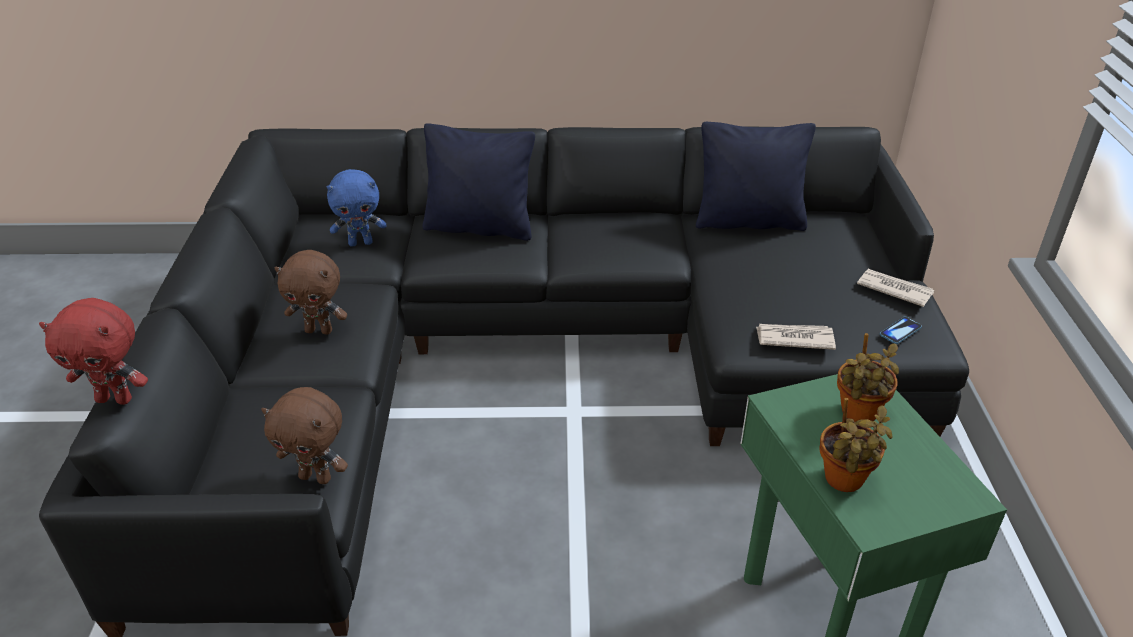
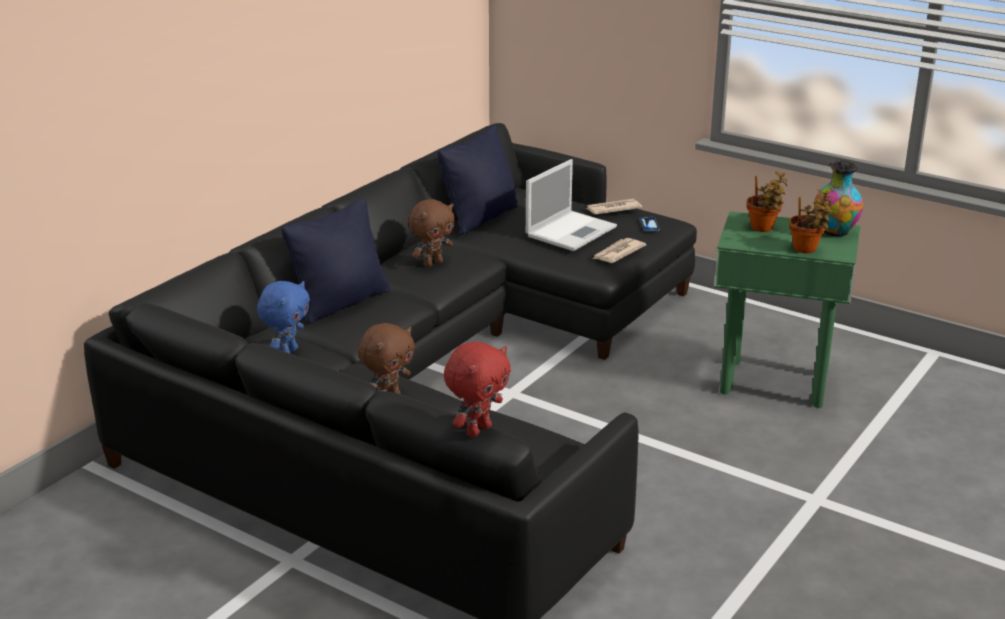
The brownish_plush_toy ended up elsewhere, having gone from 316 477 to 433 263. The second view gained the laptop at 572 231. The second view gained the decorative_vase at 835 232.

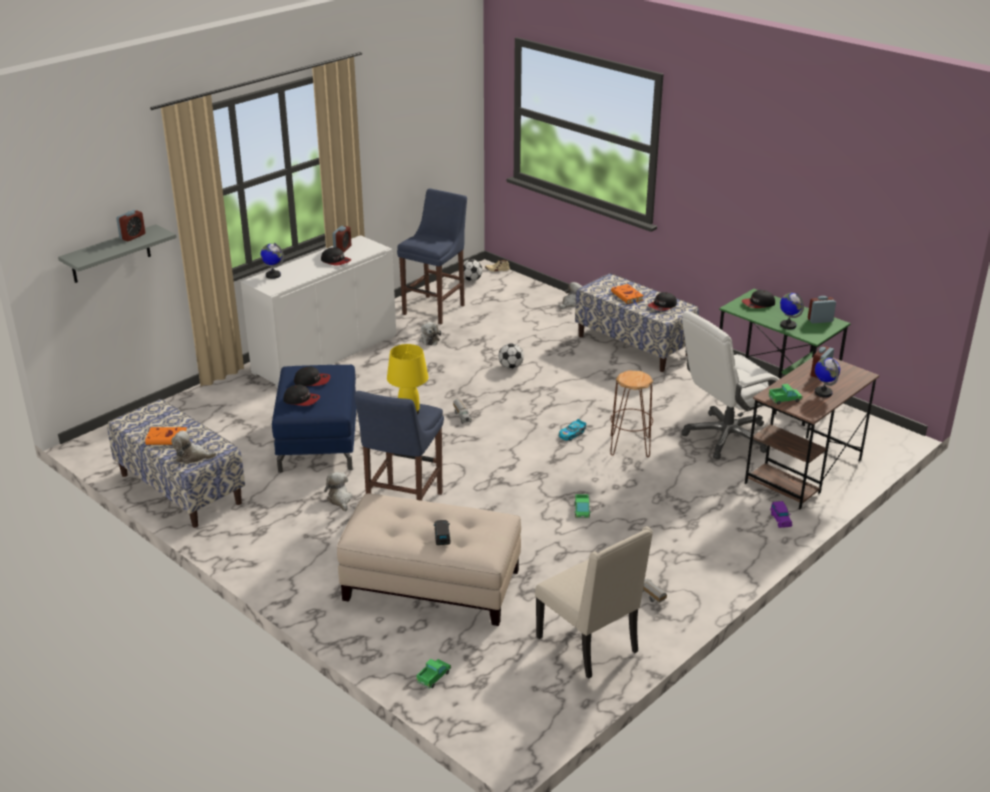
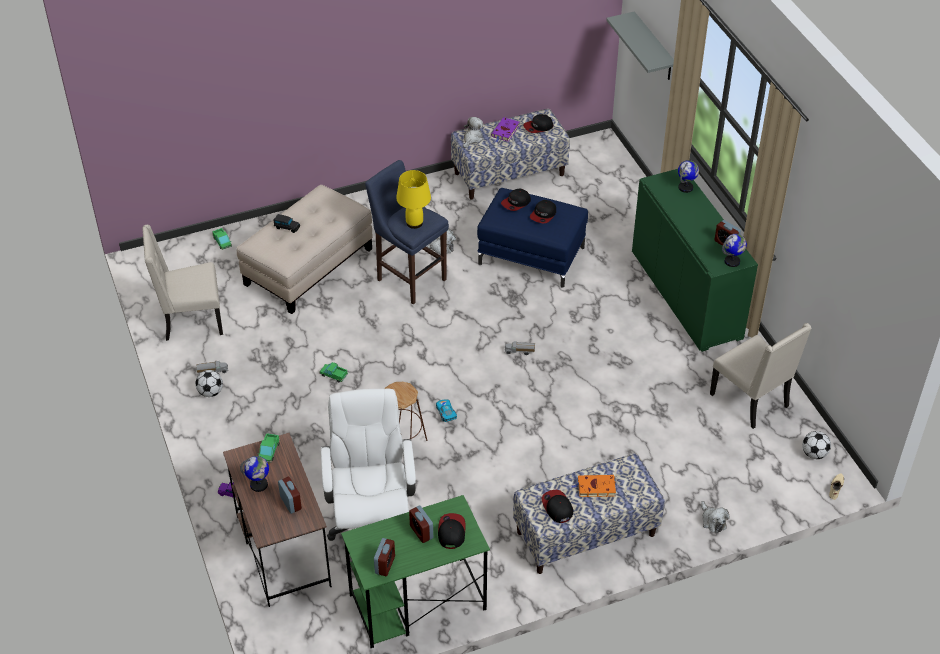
The ball_for_football ended up elsewhere, having gone from 511 367 to 210 392. The bedside_clock ended up elsewhere, having gone from 132 236 to 421 532. What was the orange_book at 168 438 turned into the purplish_book at 505 132. The peaked_cap ended up elsewhere, having gone from 336 261 to 538 127. What was the whitish_cupboard at 325 354 turned into the green_cupboard at 686 295. Where the blue_stool stood at 436 308, the beige-coloured_plain_chair came to stand at 751 401. The desk_globe ended up elsewhere, having gone from 788 325 to 732 261. The second view lost the plush_toy at 429 339.

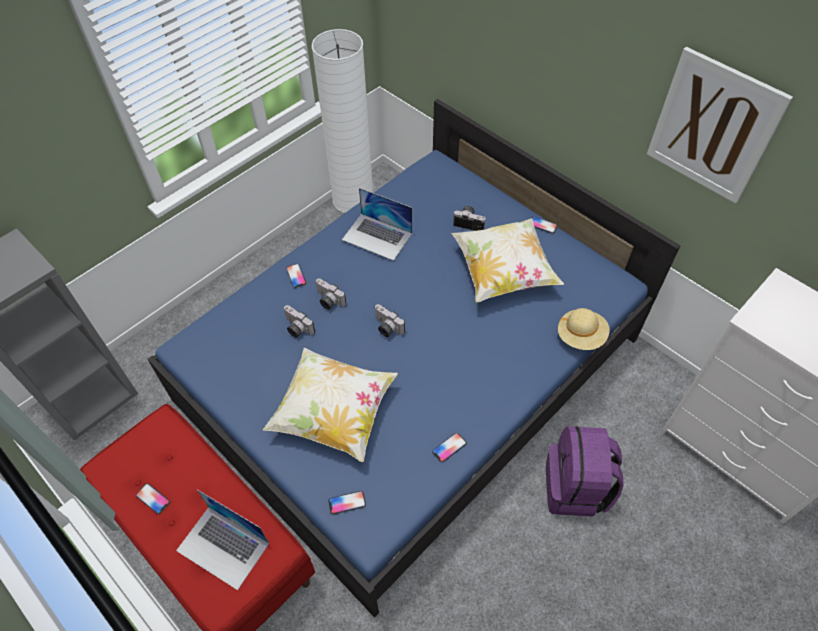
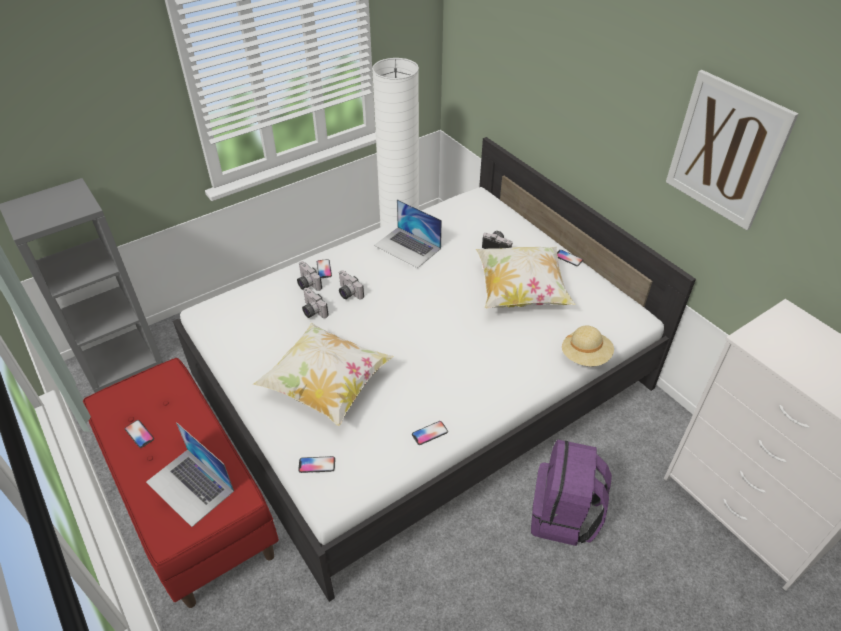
What was the blue_bed at 410 369 turned into the whitish_bed at 420 380. The photo_camera ended up elsewhere, having gone from 386 327 to 306 284.

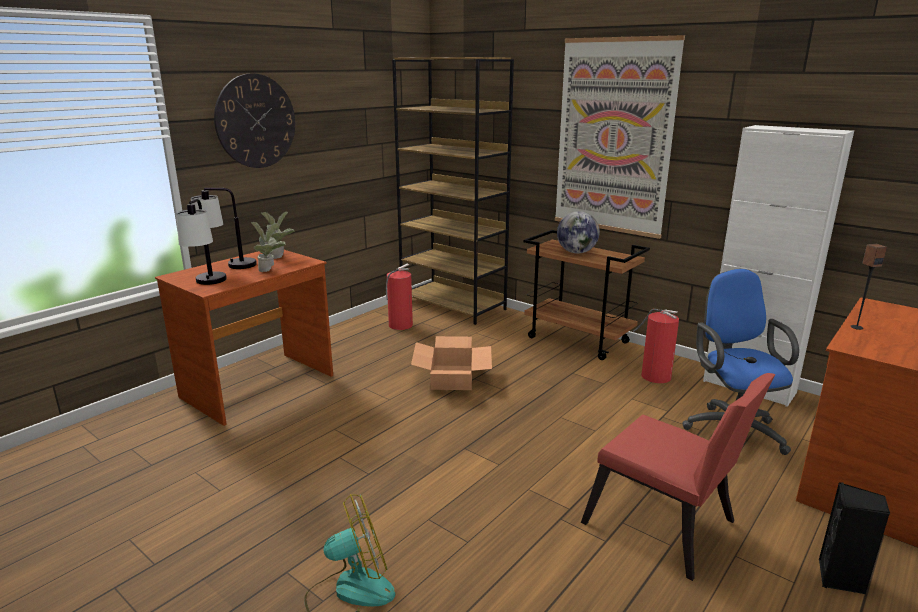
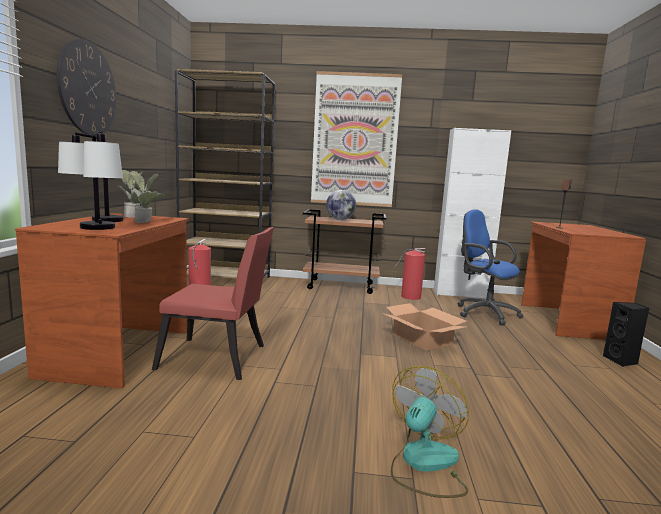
The reddish_plain_chair ended up elsewhere, having gone from 665 528 to 218 359. The packing_box ended up elsewhere, having gone from 452 377 to 422 339.

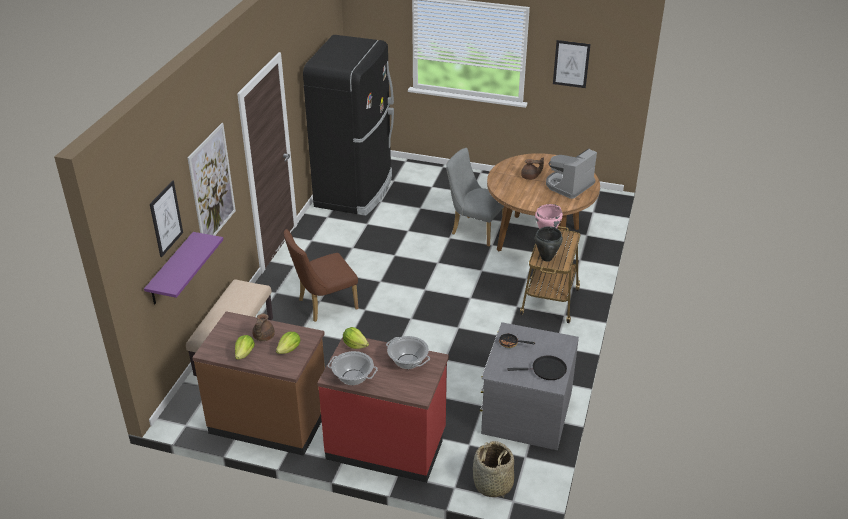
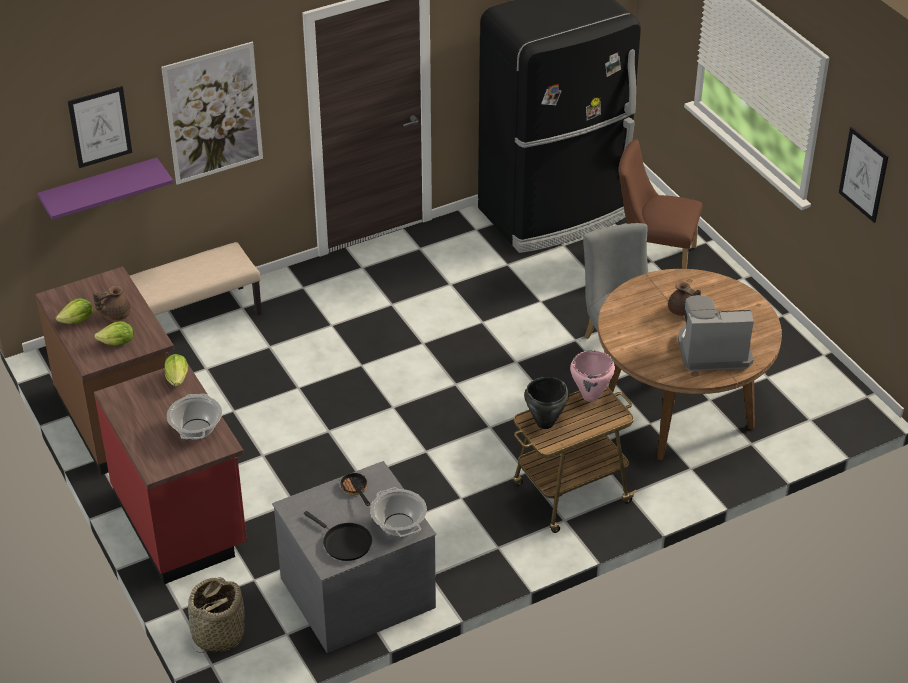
The saucepot ended up elsewhere, having gone from 352 377 to 398 524. The brownish_plain_chair ended up elsewhere, having gone from 323 305 to 653 257.

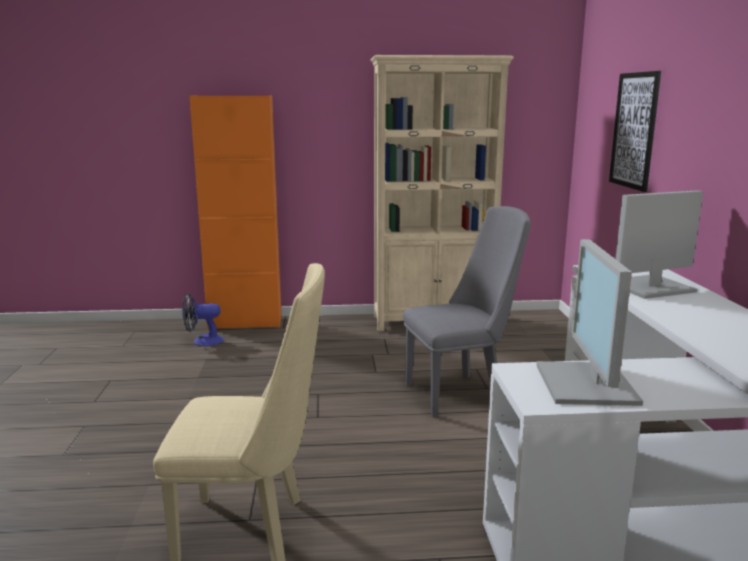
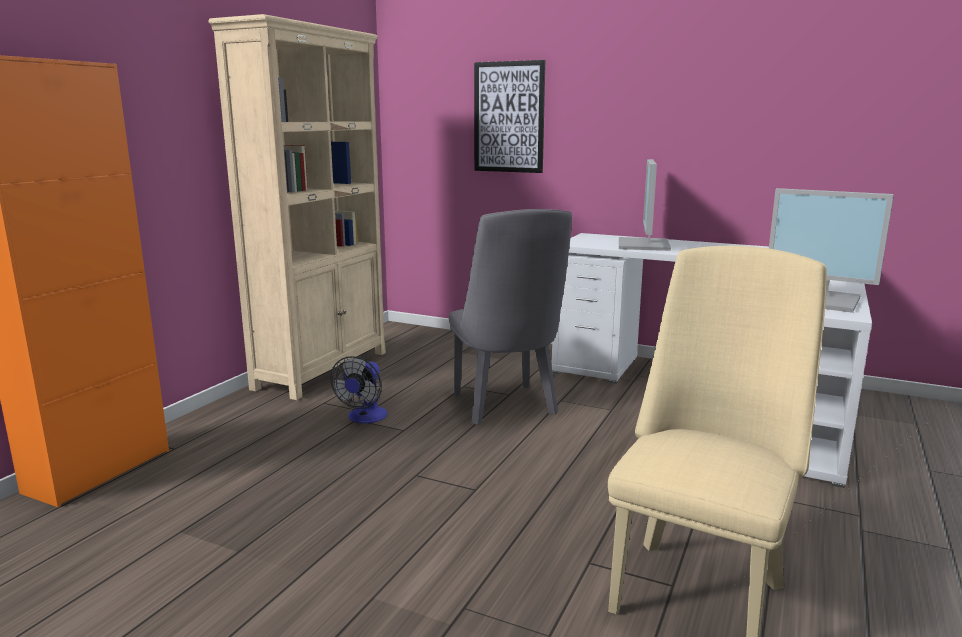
The electric_fan ended up elsewhere, having gone from 202 341 to 364 418. The grey_plain_chair at 460 394 ended up facing another way, 150 degrees clockwise from before.

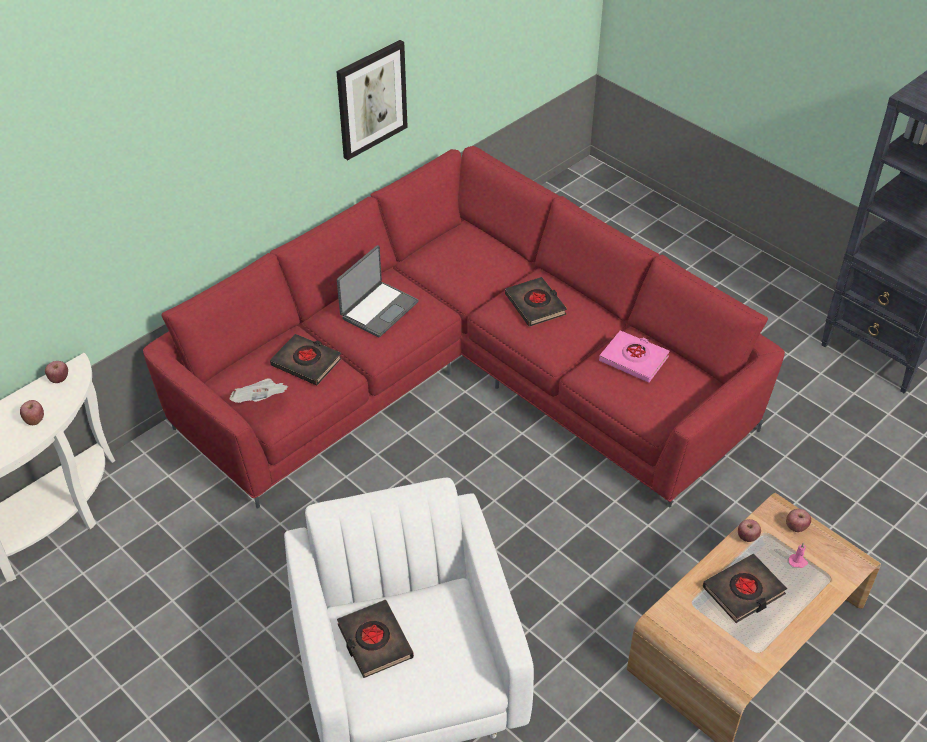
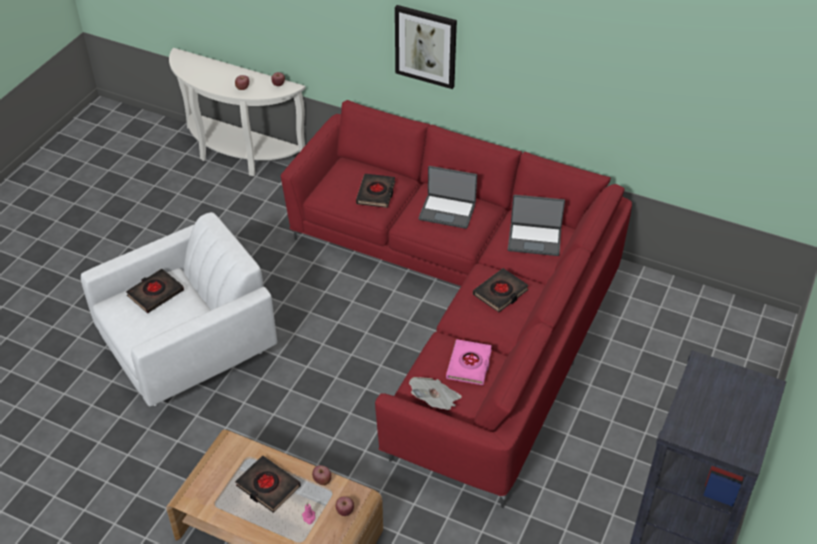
The picture ended up elsewhere, having gone from 371 99 to 426 46. The daily_paper ended up elsewhere, having gone from 261 401 to 435 401. The second view gained the laptop at 534 239.

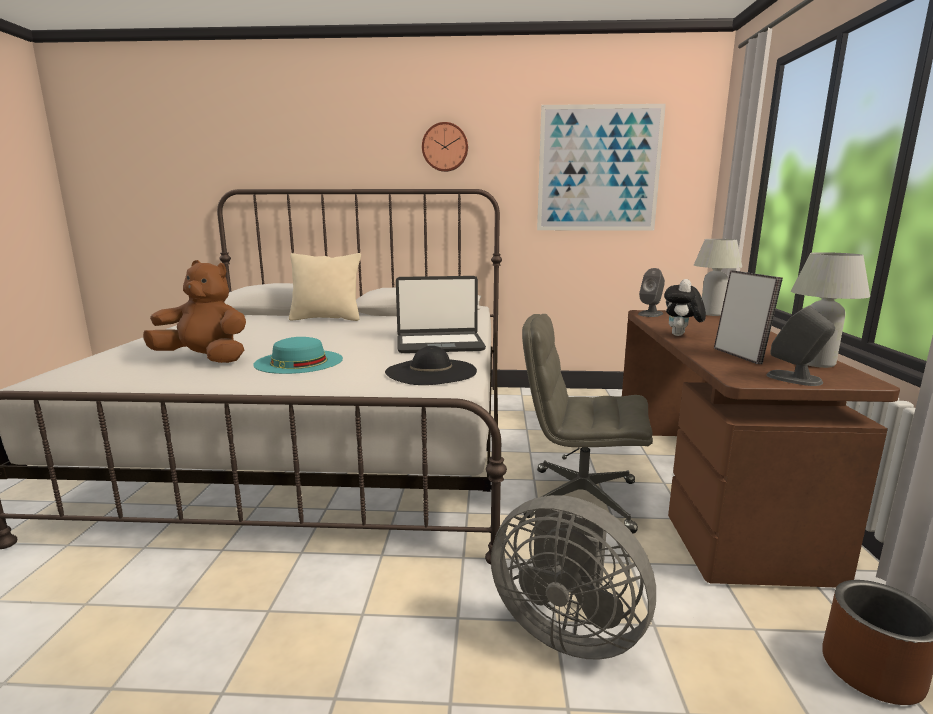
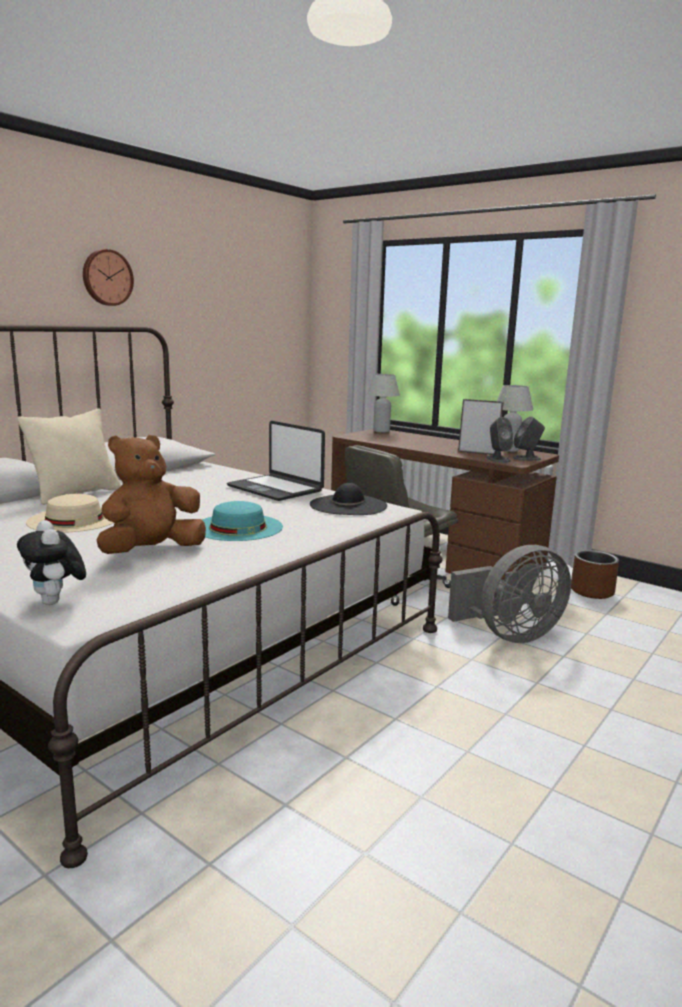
The plush_toy ended up elsewhere, having gone from 681 335 to 56 602. The second view gained the beige-coloured_hat at 74 519. The laptop at 439 344 ended up facing another way, 105 degrees clockwise from before. The grey_speaker ended up elsewhere, having gone from 650 314 to 498 459. The second view lost the picture at 598 169.

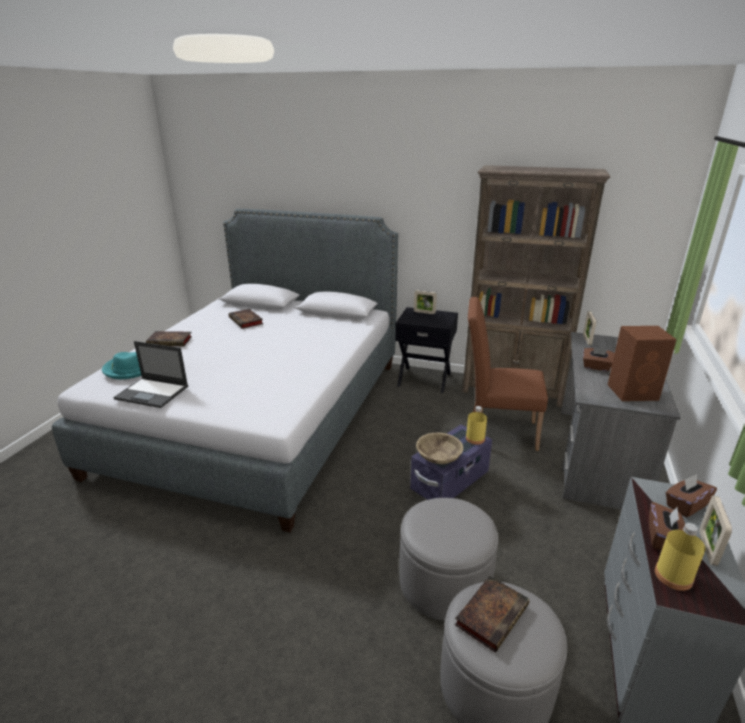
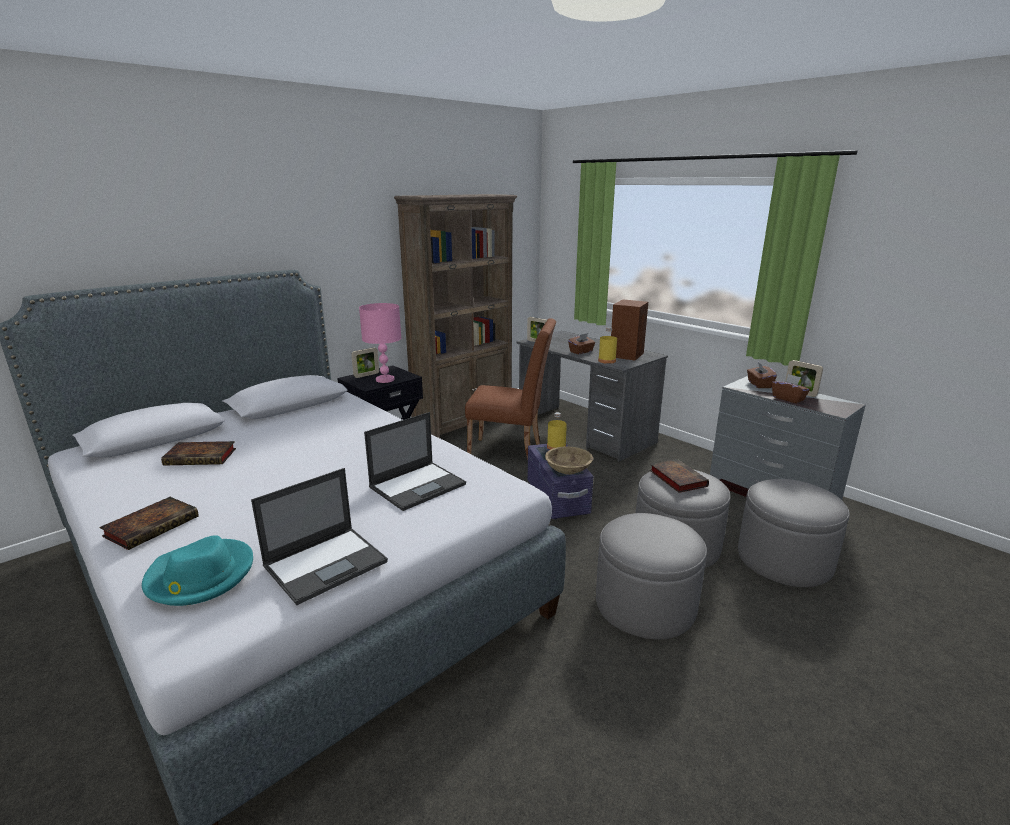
The second view gained the pinkish_lamp_for_a_table at 385 380. The second view gained the laptop at 418 485. The brownish_plain_chair at 496 430 ended up facing another way, 120 degrees counterclockwise from before. The second view gained the grey_footrest at 645 604. The yellow-coloured_bottle ended up elsewhere, having gone from 673 576 to 607 361. The book ended up elsewhere, having gone from 492 614 to 676 478.

